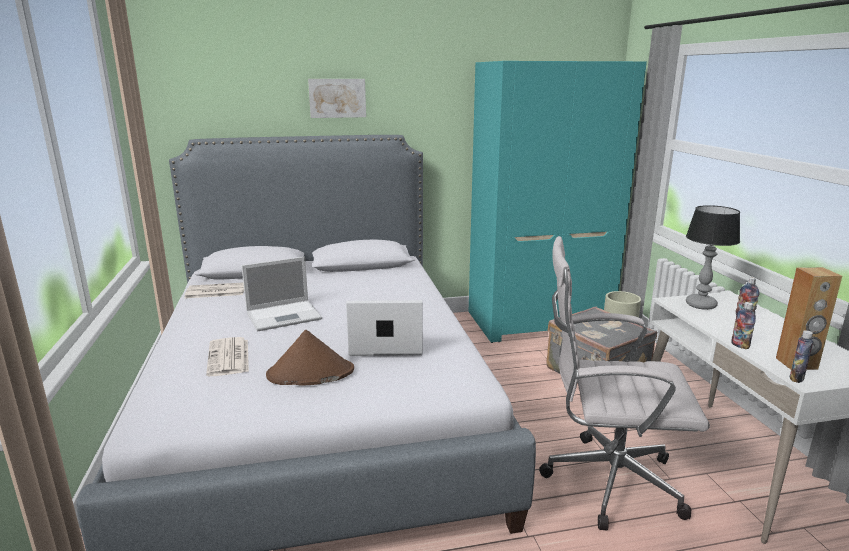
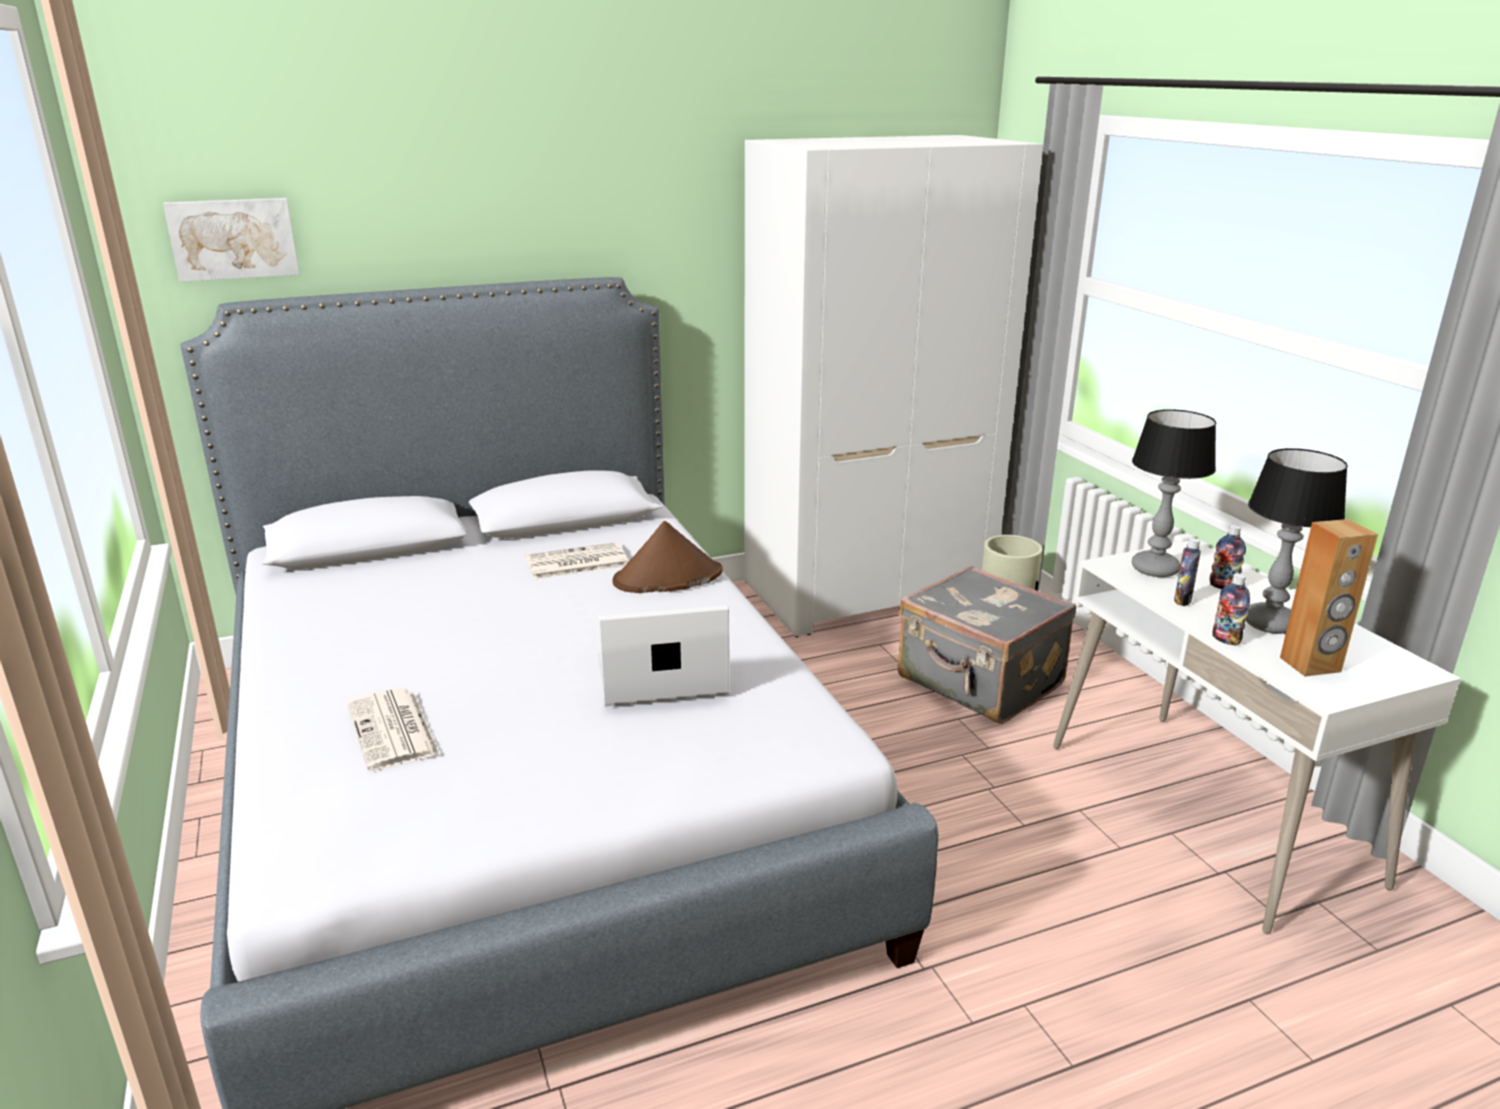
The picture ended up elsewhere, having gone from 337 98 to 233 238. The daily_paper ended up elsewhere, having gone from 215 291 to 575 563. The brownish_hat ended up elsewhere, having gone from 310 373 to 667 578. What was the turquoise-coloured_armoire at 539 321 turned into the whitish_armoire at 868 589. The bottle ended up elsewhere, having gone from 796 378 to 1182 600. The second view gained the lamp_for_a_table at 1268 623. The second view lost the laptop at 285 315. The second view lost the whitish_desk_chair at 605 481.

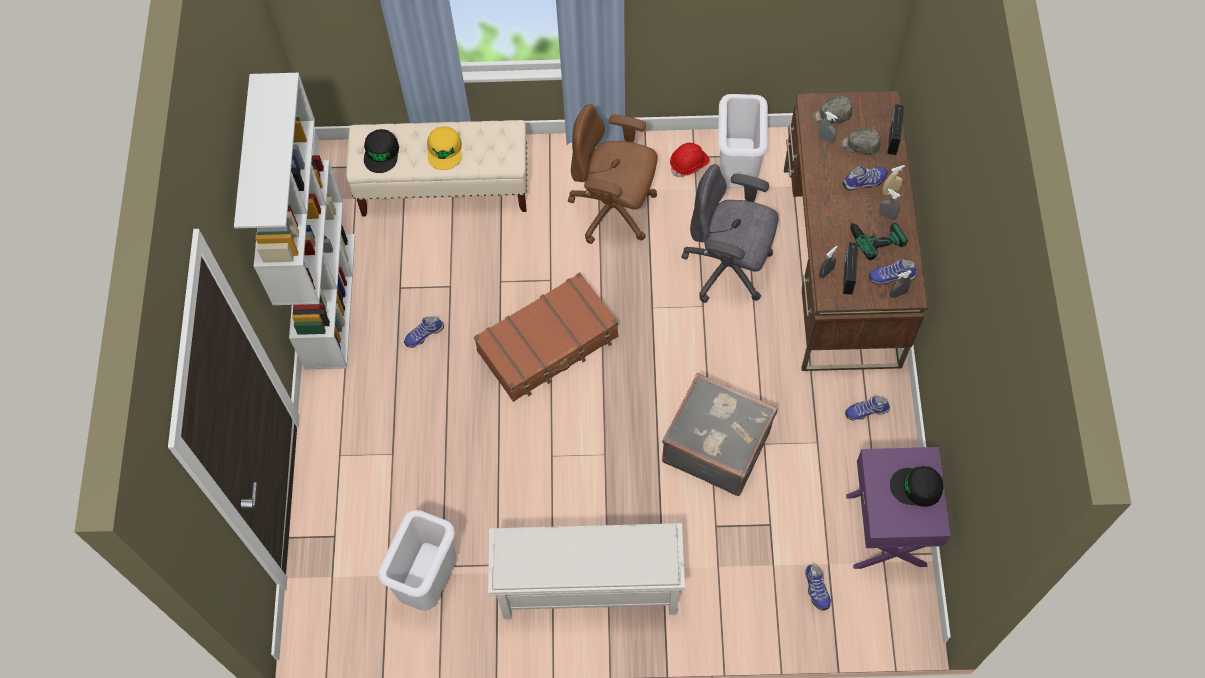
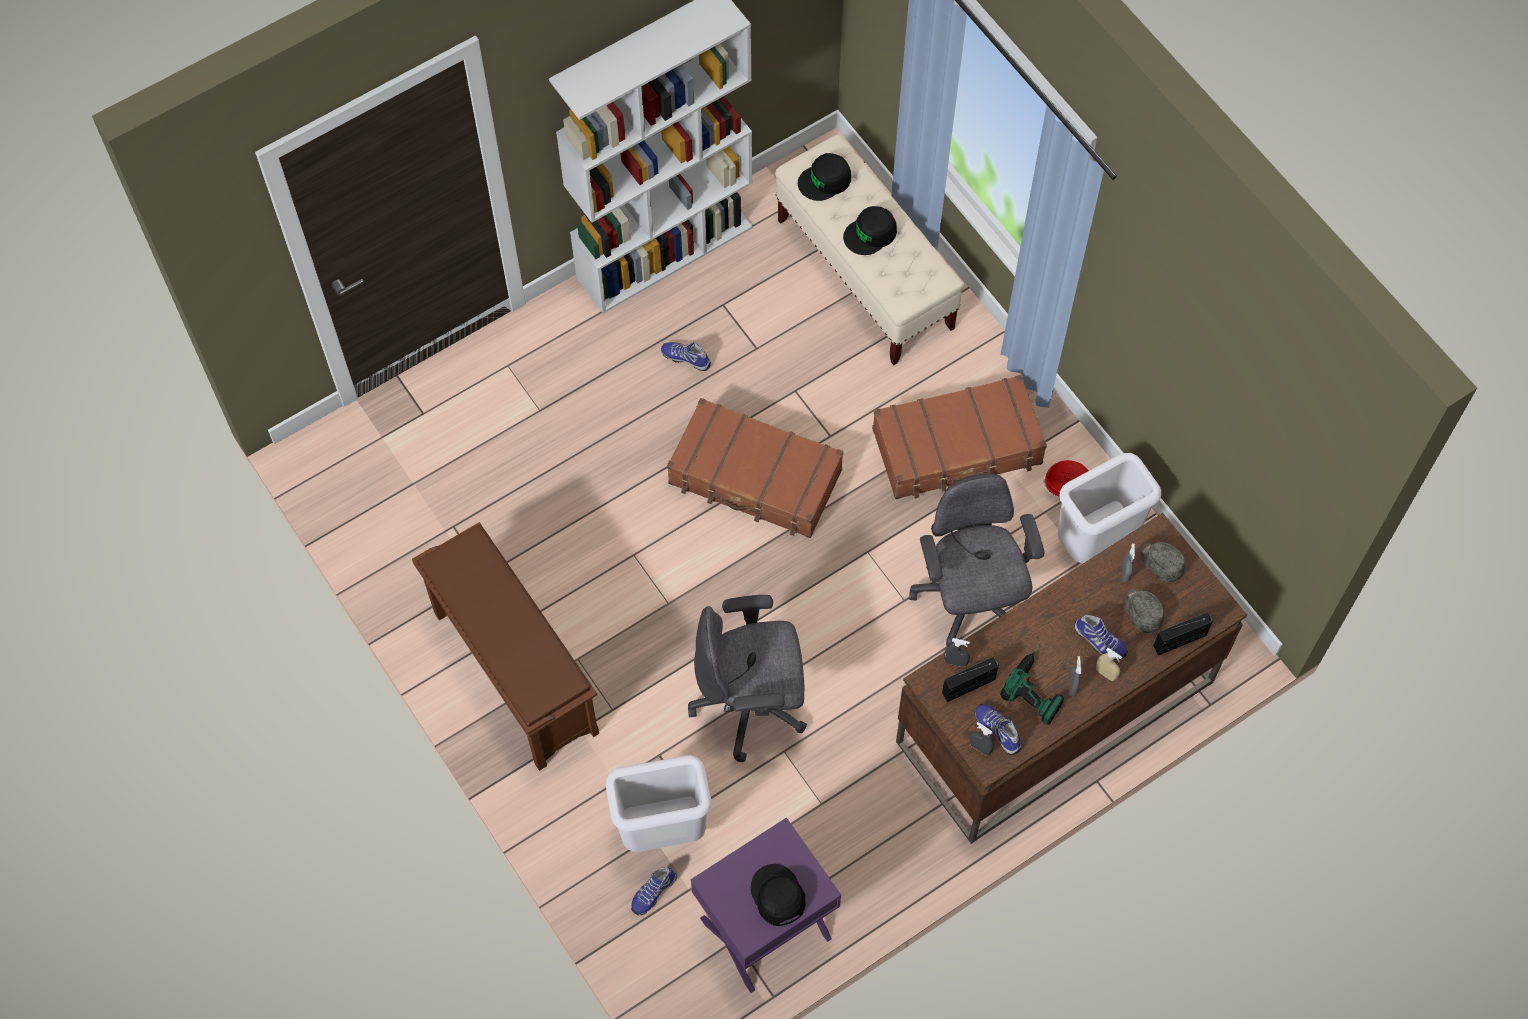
What was the whitish_shoe_rack at 587 589 turned into the brownish_shoe_rack at 513 672. The whitish_rubbish_bin ended up elsewhere, having gone from 430 582 to 662 832. Where the grey_piece_of_luggage stood at 716 445, the grey_desk_chair came to stand at 751 705. What was the yellow-coloured_peaked_cap at 445 150 turned into the black_peaked_cap at 870 234. Where the brownish_desk_chair stood at 614 210, the brownish_piece_of_luggage came to stand at 957 447. The second view lost the item_of_footwear at 866 410.

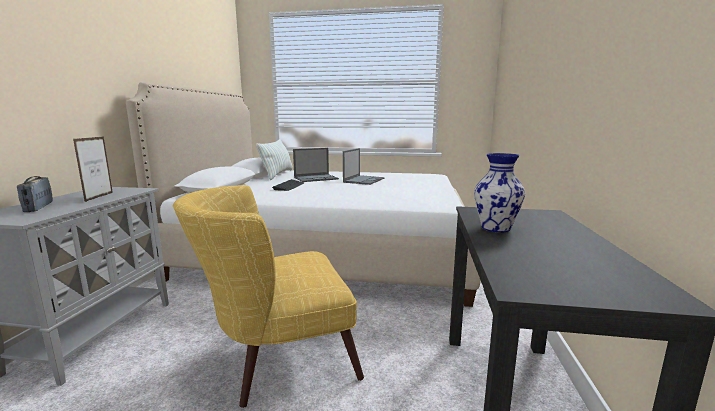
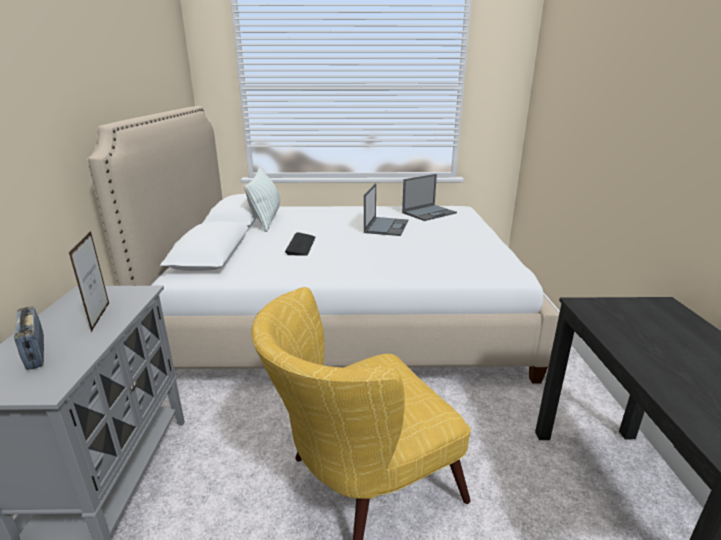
The laptop ended up elsewhere, having gone from 316 178 to 429 213. The second view lost the decorative_vase at 496 228.

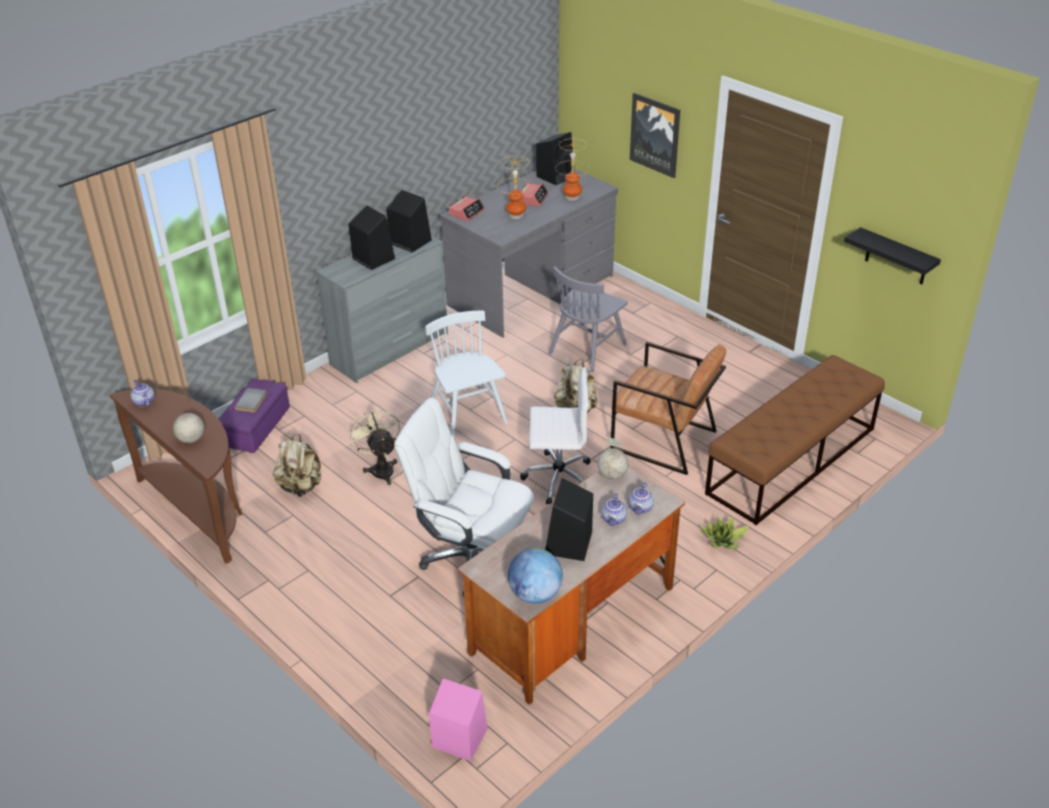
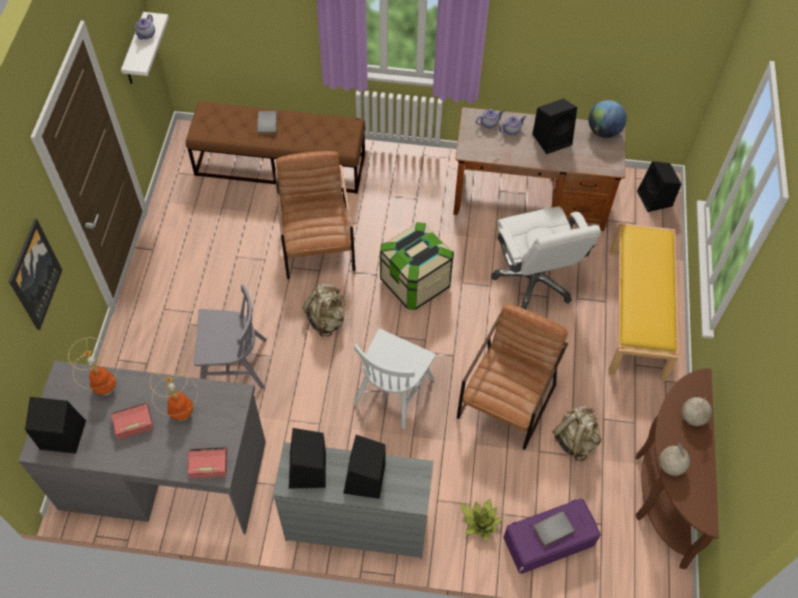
What was the black_wall_shelf at 896 257 turned into the whitish_wall_shelf at 135 51. The pot_for_tea ended up elsewhere, having gone from 144 402 to 146 35. The second view gained the grey_book at 266 123. Where the whitish_desk_chair stood at 557 478, the storage_box came to stand at 415 282. Where the beige-coloured_electric_fan stood at 381 468, the brownish_lounge_chair came to stand at 507 401. The potted_plant ended up elsewhere, having gone from 723 540 to 480 522. The second view gained the yellow-coloured_long_seat at 637 313. What was the pinkish_speaker at 458 738 turned into the black_speaker at 655 199. The desk_globe ended up elsewhere, having gone from 612 475 to 670 466.

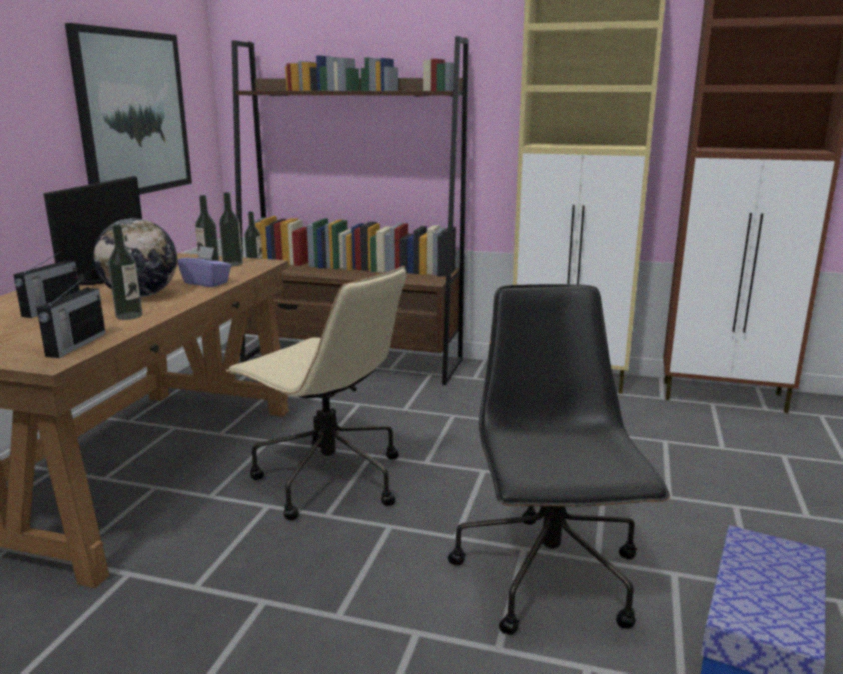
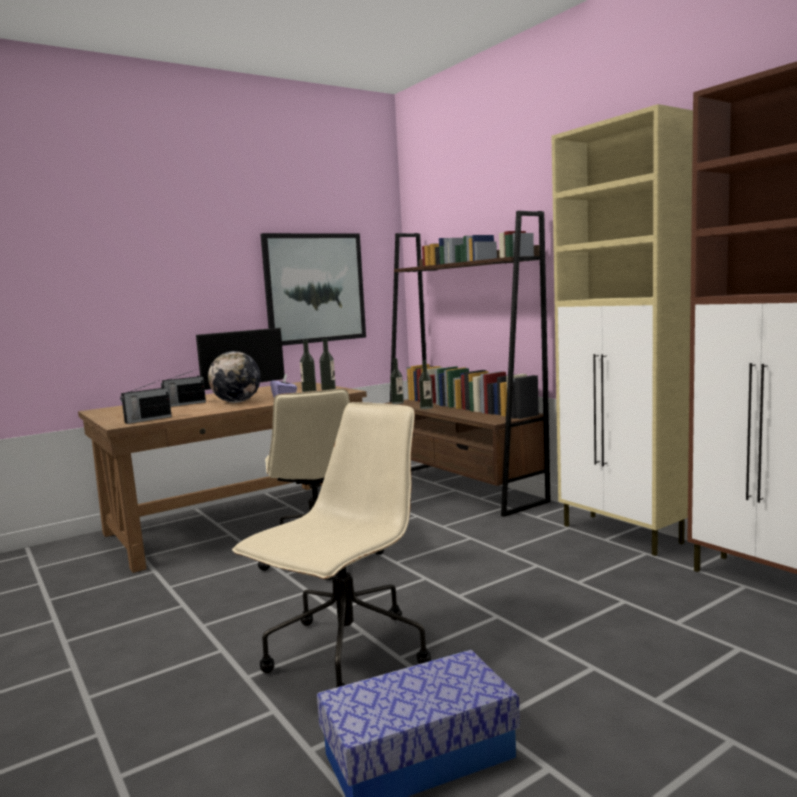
What was the black_desk_chair at 550 578 turned into the beige-coloured_desk_chair at 346 655. The bottle ended up elsewhere, having gone from 129 316 to 426 408.

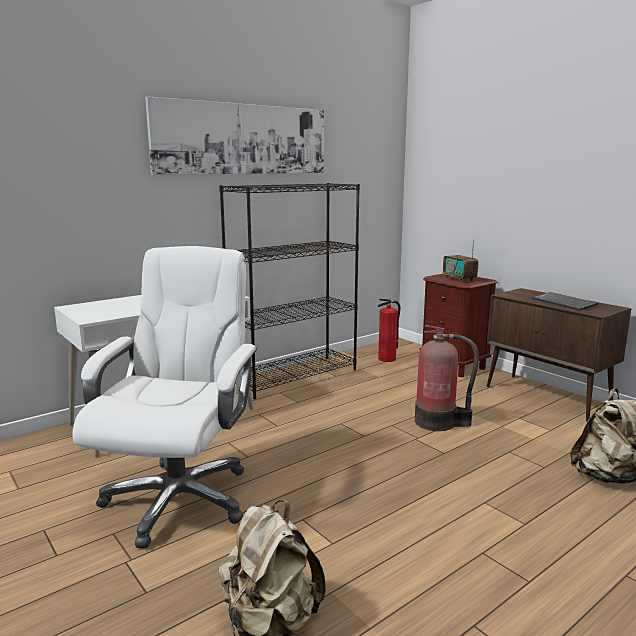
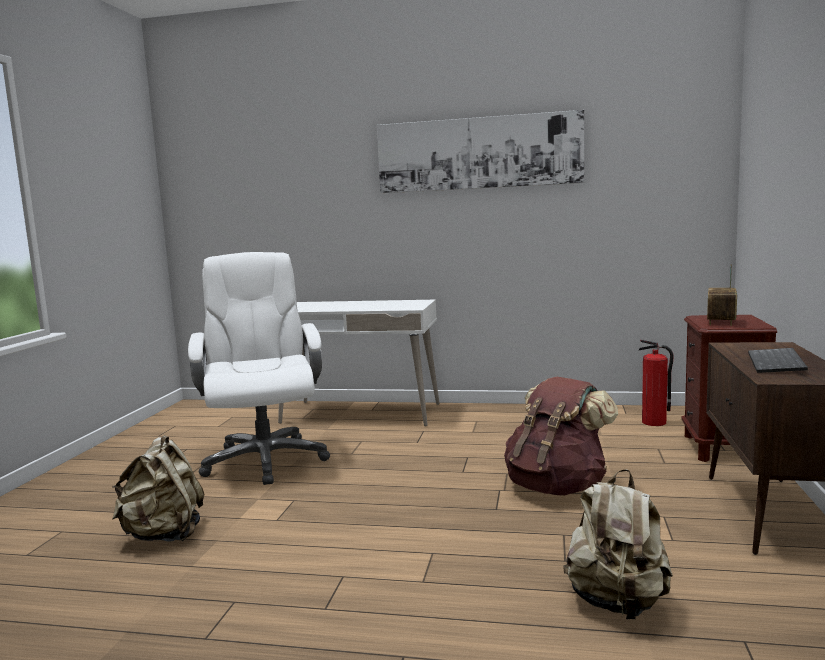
The whitish_desk_chair at 179 498 ended up facing another way, 75 degrees counterclockwise from before. Where the extinguisher stood at 438 422, the brownish_backpack came to stand at 557 487. The second view lost the black_shelving_unit at 294 376.

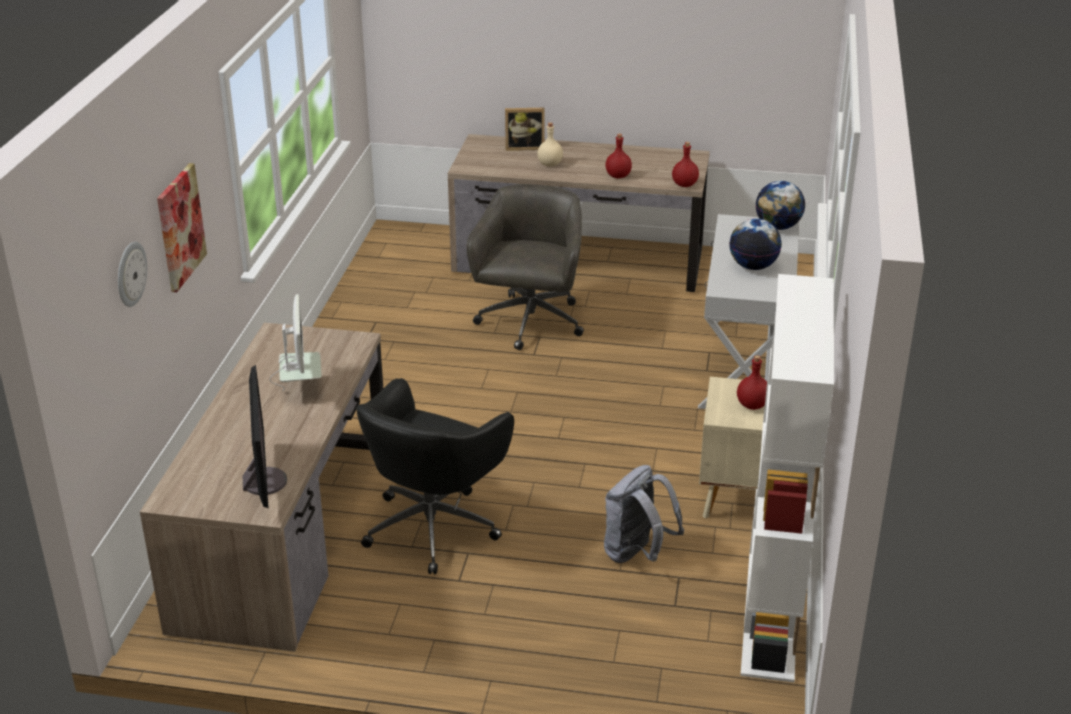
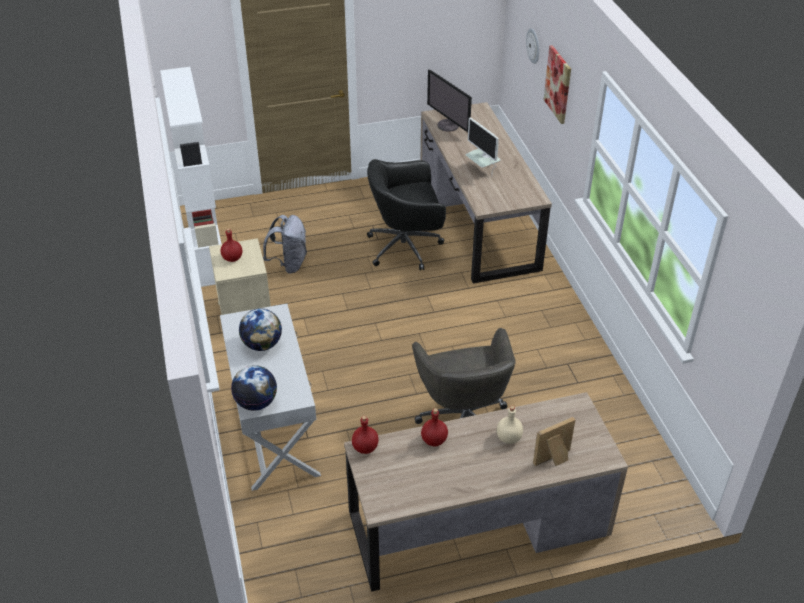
The black_desk_chair at 434 526 ended up facing another way, 105 degrees counterclockwise from before.

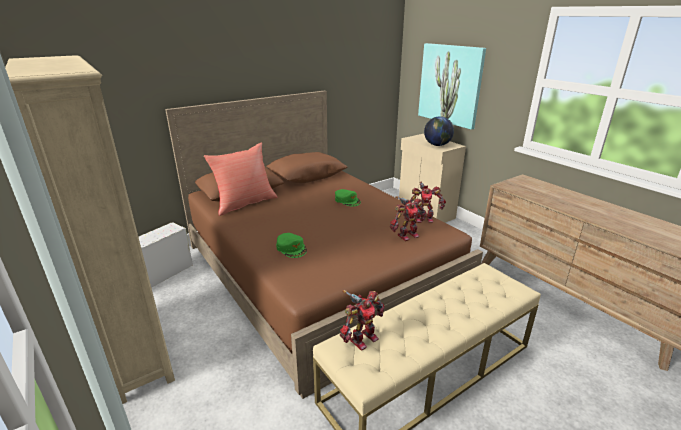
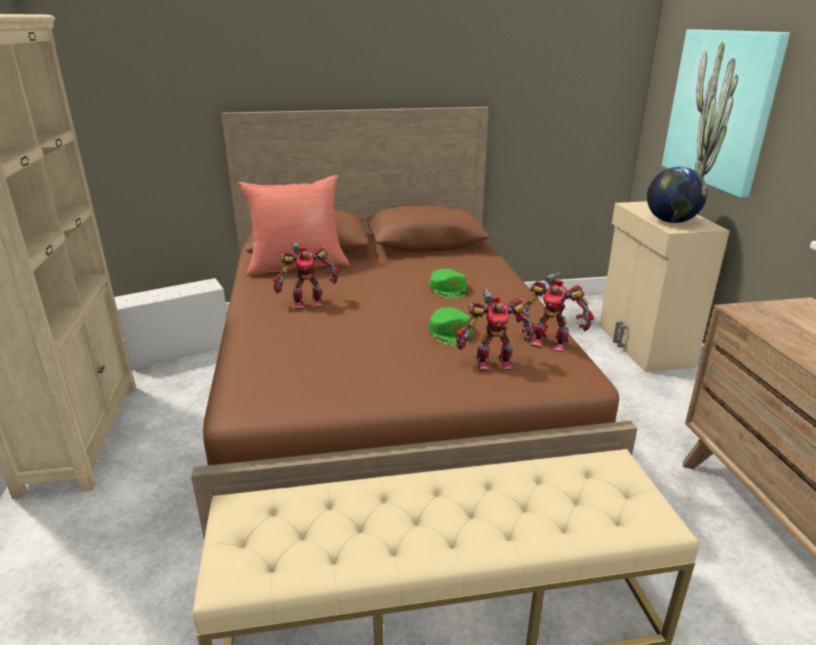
The robot_figure ended up elsewhere, having gone from 362 338 to 307 302. The green_peaked_cap ended up elsewhere, having gone from 291 248 to 451 332.

